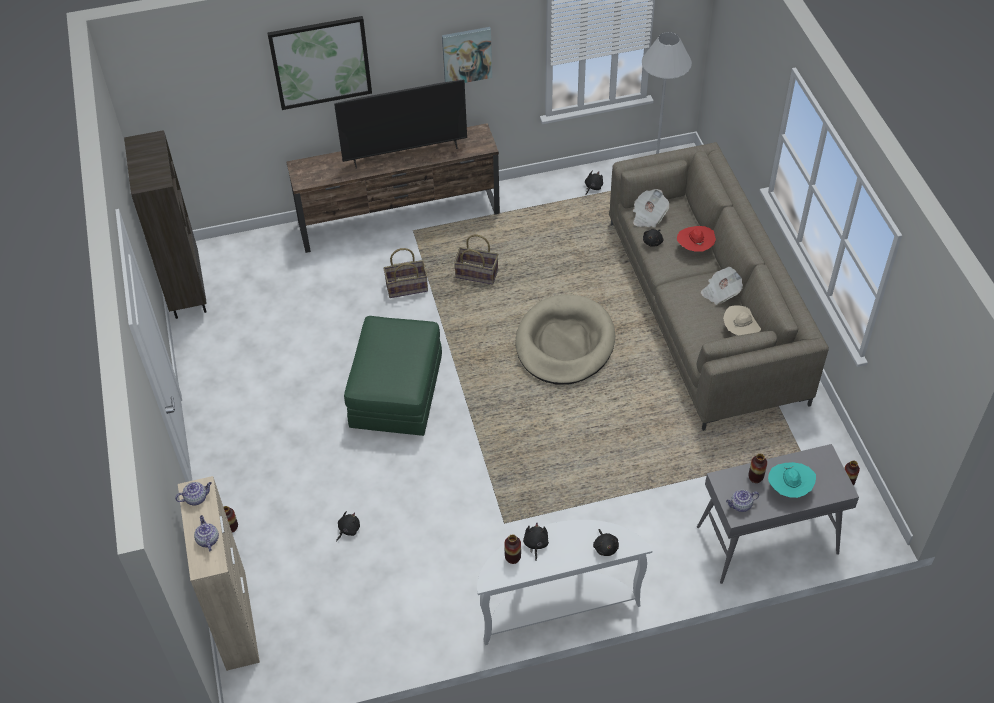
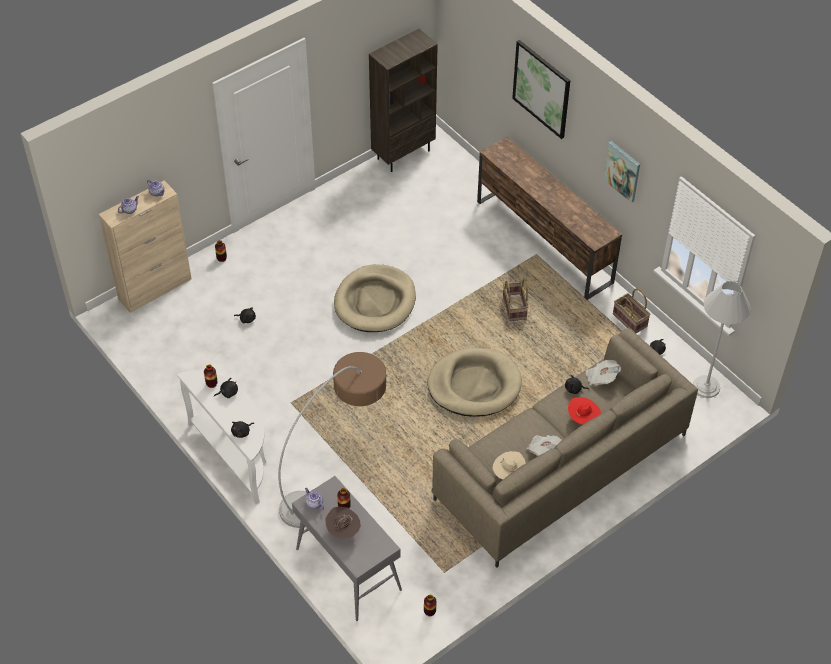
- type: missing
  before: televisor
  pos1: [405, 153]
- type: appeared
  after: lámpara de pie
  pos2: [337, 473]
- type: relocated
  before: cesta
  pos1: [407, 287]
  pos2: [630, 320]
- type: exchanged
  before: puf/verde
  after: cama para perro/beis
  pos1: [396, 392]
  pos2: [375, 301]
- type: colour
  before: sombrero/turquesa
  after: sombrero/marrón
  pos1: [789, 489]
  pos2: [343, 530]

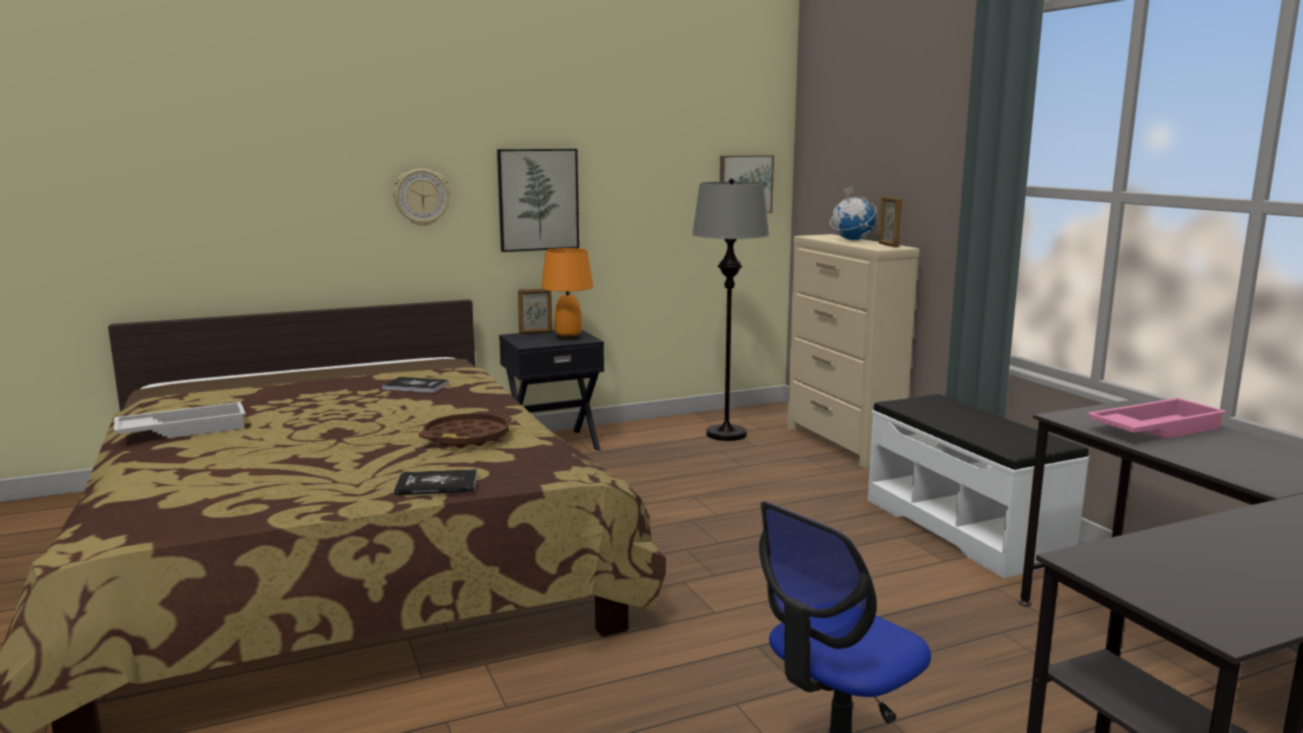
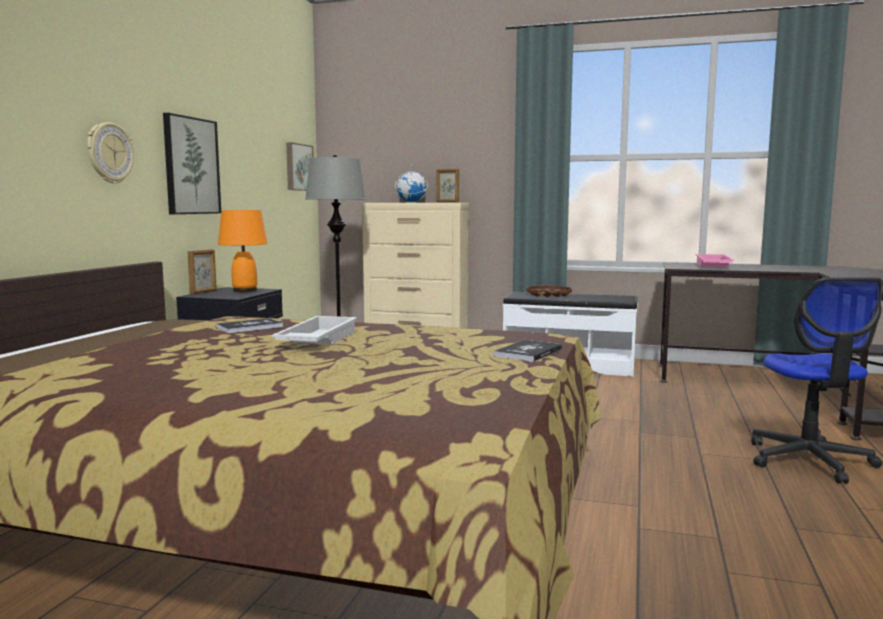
- type: relocated
  before: bandeja/blanco
  pos1: [183, 429]
  pos2: [316, 340]
- type: relocated
  before: bandeja/marrón
  pos1: [467, 438]
  pos2: [549, 295]

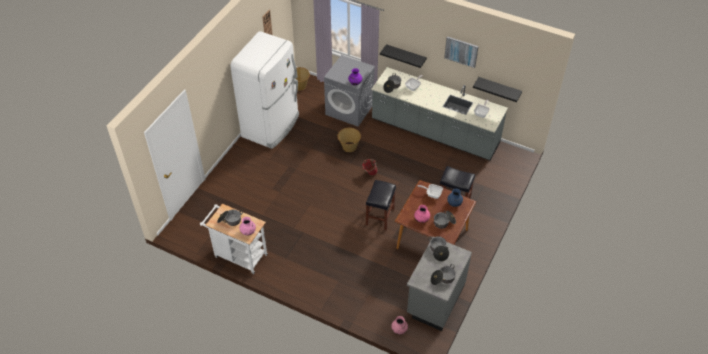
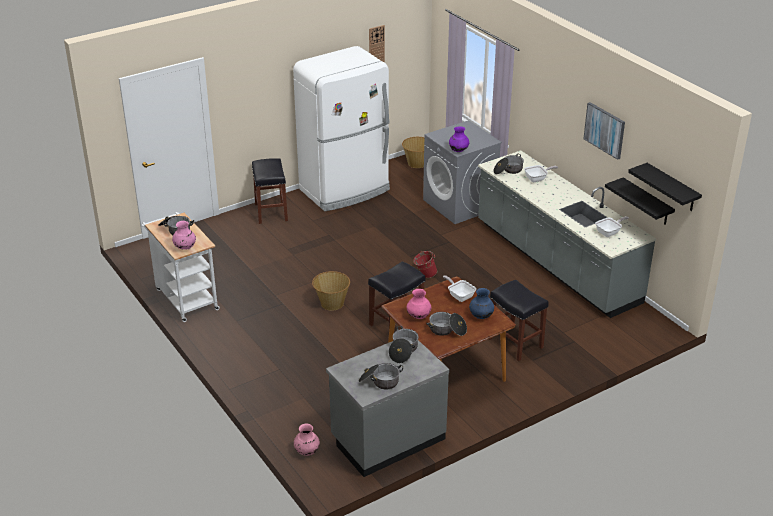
- type: appeared
  after: taburete/negro
  pos2: [271, 212]
- type: relocated
  before: cesta
  pos1: [349, 147]
  pos2: [331, 303]
- type: relocated
  before: estante/negro
  pos1: [406, 55]
  pos2: [672, 188]

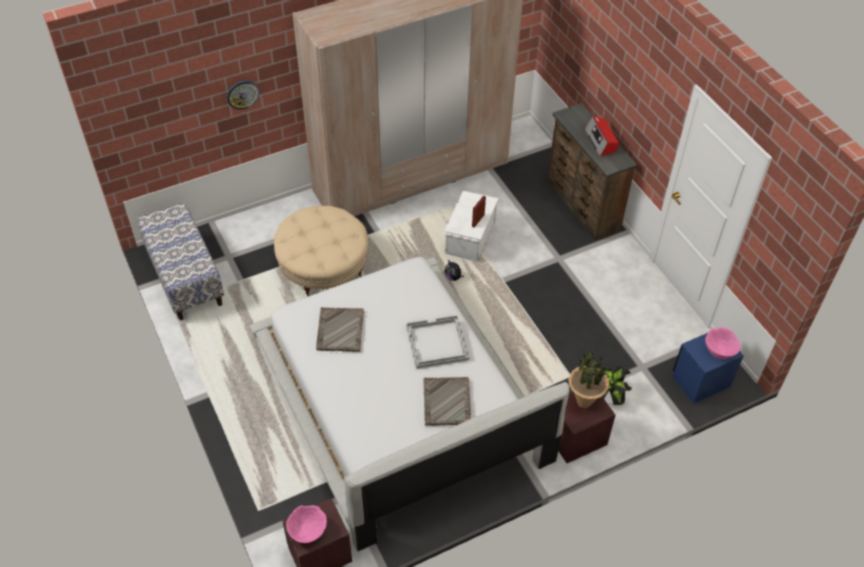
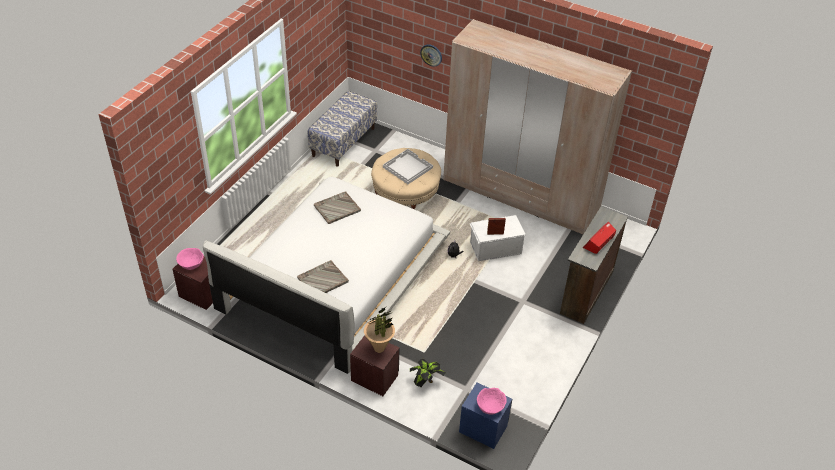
- type: relocated
  before: bandeja/blanco
  pos1: [436, 343]
  pos2: [407, 167]

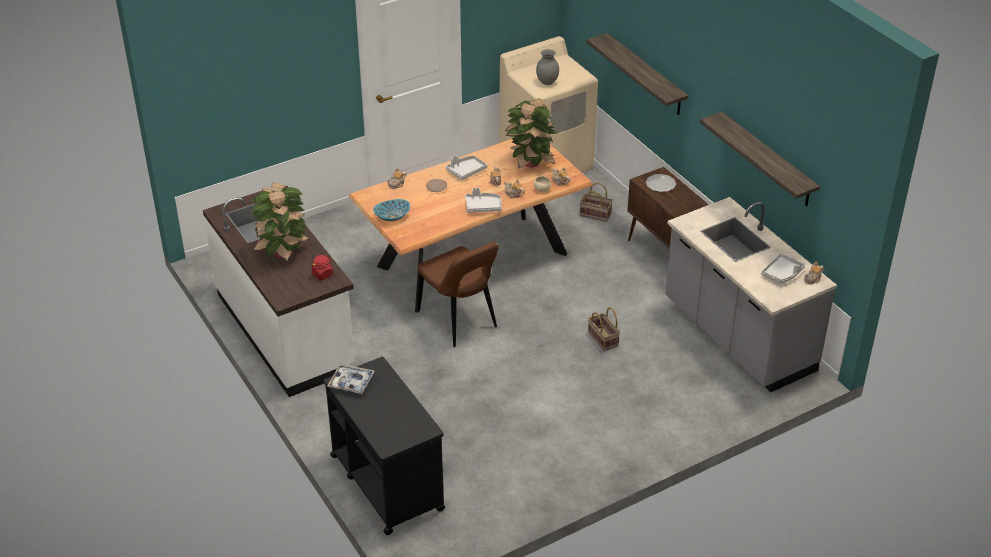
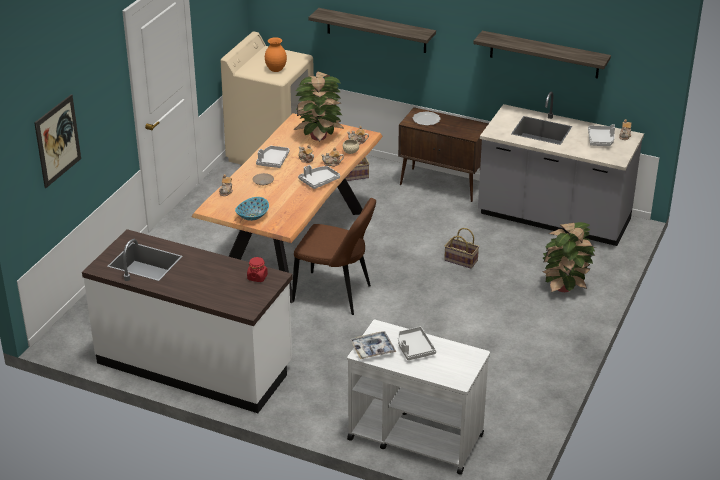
- type: appeared
  after: cuadro
  pos2: [57, 141]
- type: appeared
  after: bandeja/gris
  pos2: [414, 348]
- type: relocated
  before: planta en maceta
  pos1: [282, 254]
  pos2: [565, 288]
- type: colour
  before: carrito/negro
  after: carrito/blanco
  pos1: [386, 481]
  pos2: [414, 437]
- type: colour
  before: florero/gris
  after: florero/naranja
  pos1: [547, 82]
  pos2: [275, 70]

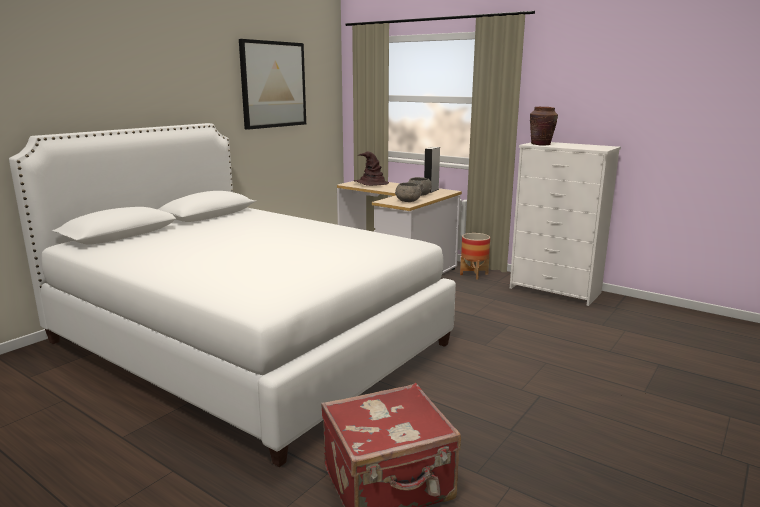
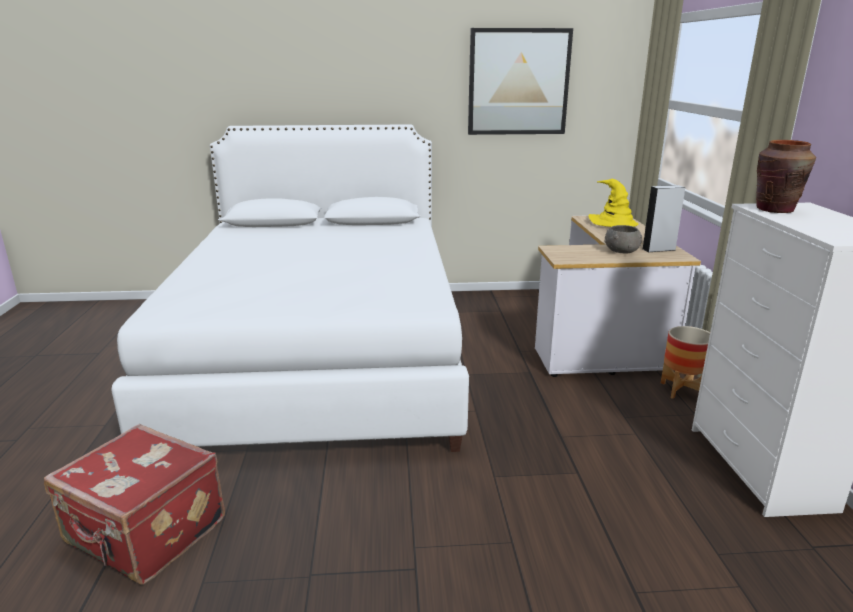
- type: missing
  before: cuenco/gris
  pos1: [408, 201]
- type: colour
  before: sombrero/marrón
  after: sombrero/amarillo
  pos1: [371, 183]
  pos2: [613, 223]

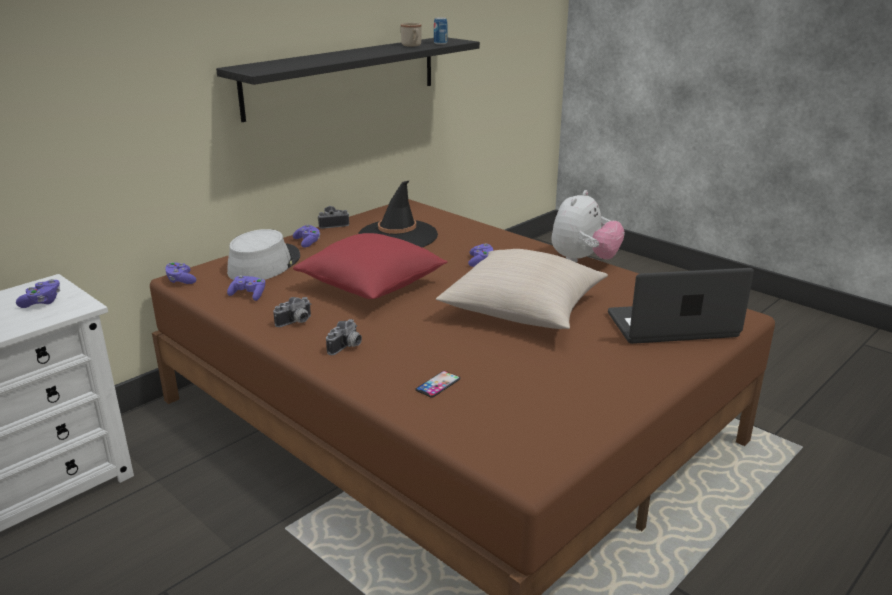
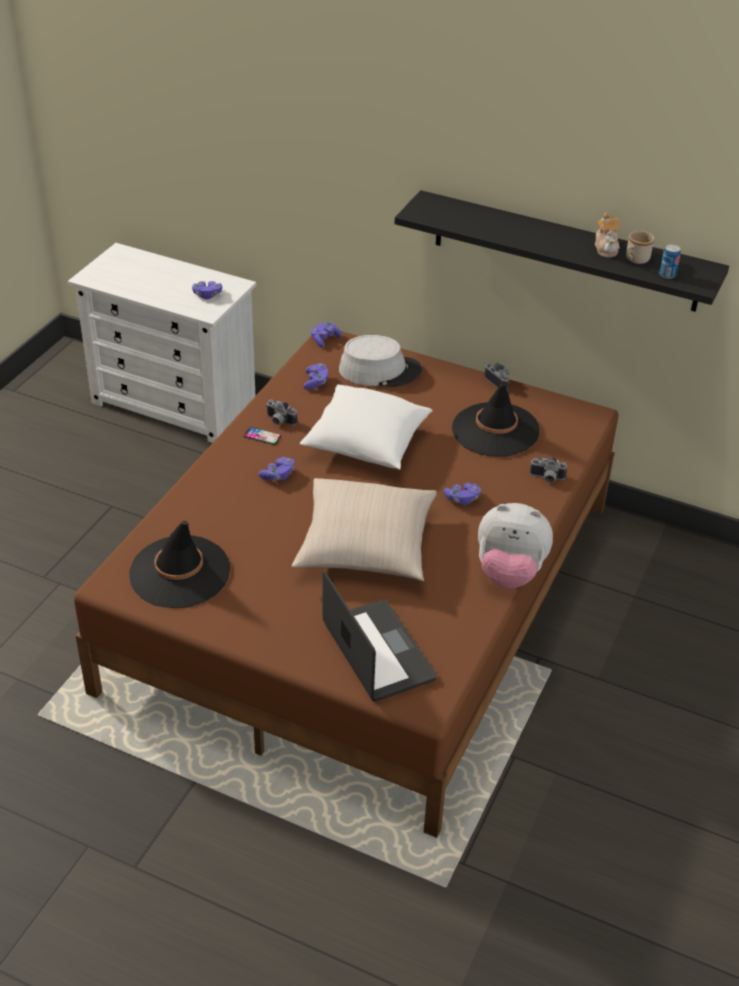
- type: appeared
  after: sombrero/negro
  pos2: [180, 572]
- type: appeared
  after: tetera
  pos2: [606, 248]
- type: relocated
  before: mando de consola/morado
  pos1: [308, 242]
  pos2: [278, 475]
- type: relocated
  before: cámara
  pos1: [347, 347]
  pos2: [546, 478]
- type: relocated
  before: móvil
  pos1: [438, 384]
  pos2: [262, 436]
- type: colour
  before: cojín/rojo
  after: cojín/blanco
  pos1: [372, 287]
  pos2: [366, 444]

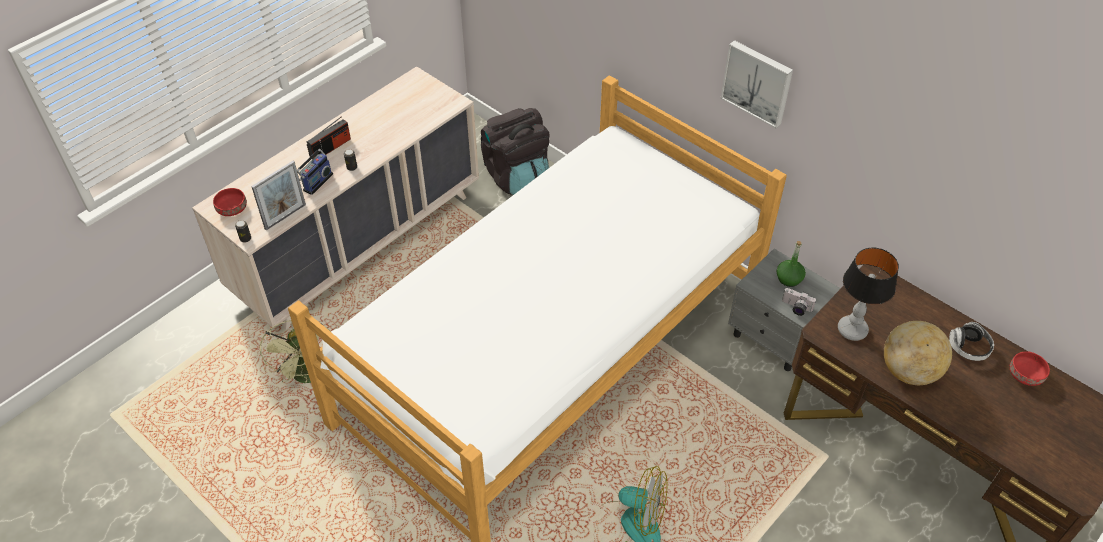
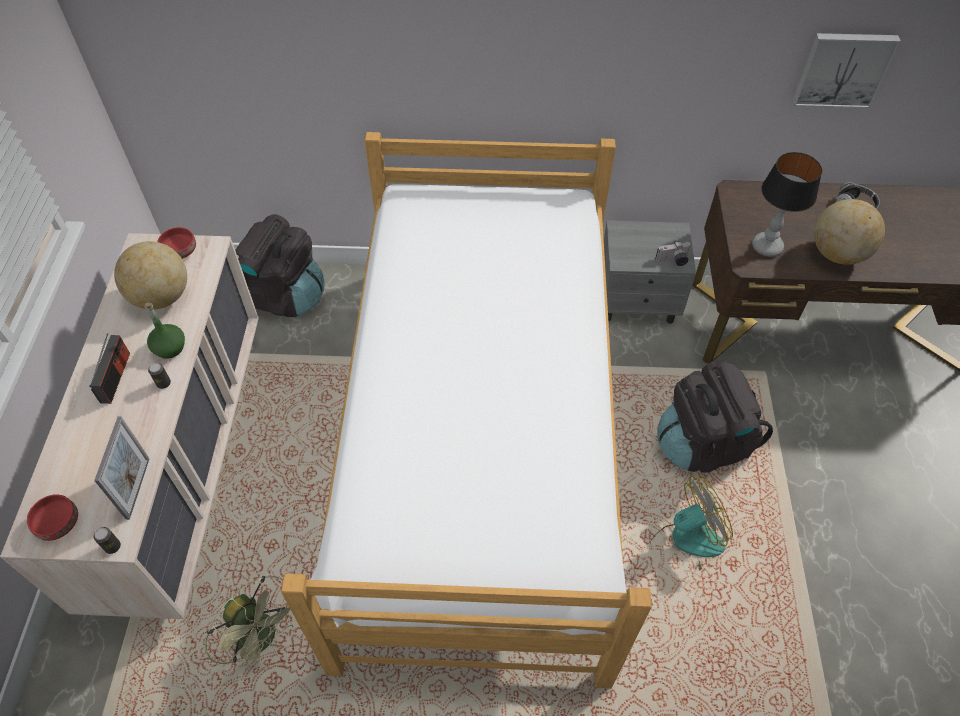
- type: missing
  before: radio
  pos1: [316, 182]
- type: appeared
  after: globo terráqueo
  pos2: [161, 297]
- type: appeared
  after: mochila/negro
  pos2: [702, 443]
- type: relocated
  before: cuadro
  pos1: [757, 82]
  pos2: [843, 69]
- type: relocated
  before: botella/verde
  pos1: [789, 278]
  pos2: [170, 347]
- type: relocated
  before: cuenco/rojo
  pos1: [1026, 374]
  pos2: [180, 250]

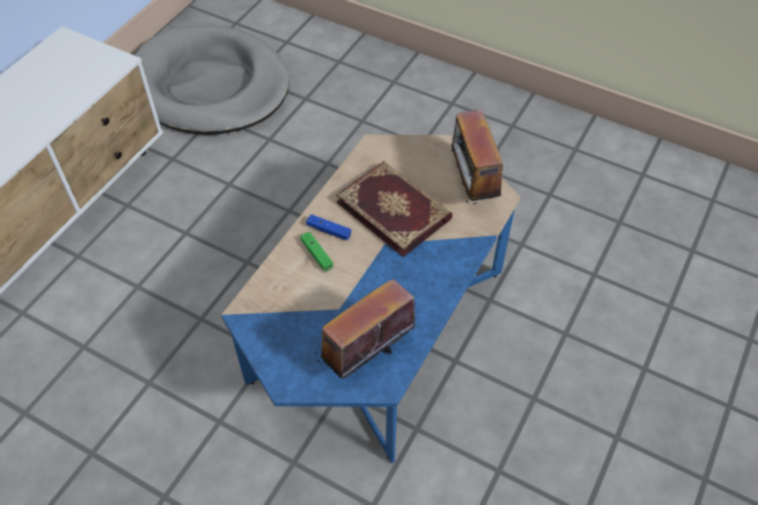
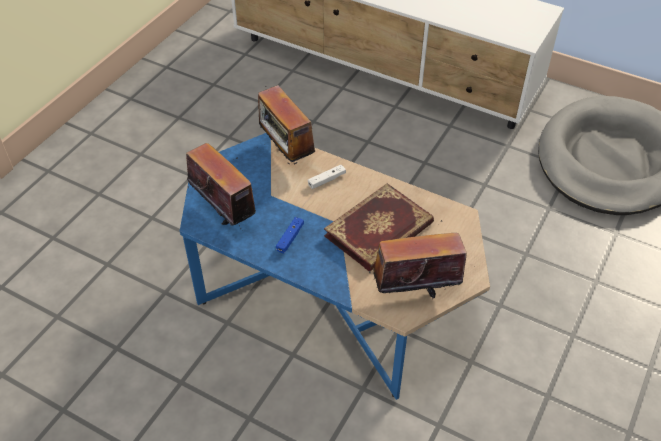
- type: appeared
  after: radio
  pos2: [286, 154]
- type: relocated
  before: mando de consola/azul
  pos1: [329, 231]
  pos2: [290, 238]
- type: colour
  before: mando de consola/verde
  after: mando de consola/blanco
  pos1: [317, 255]
  pos2: [327, 180]

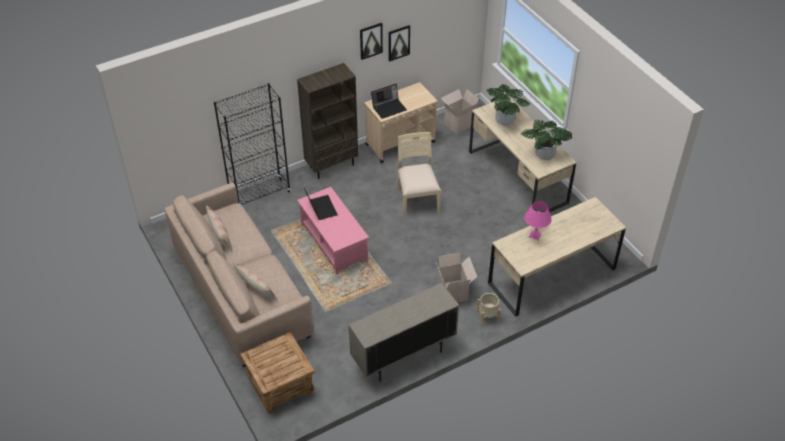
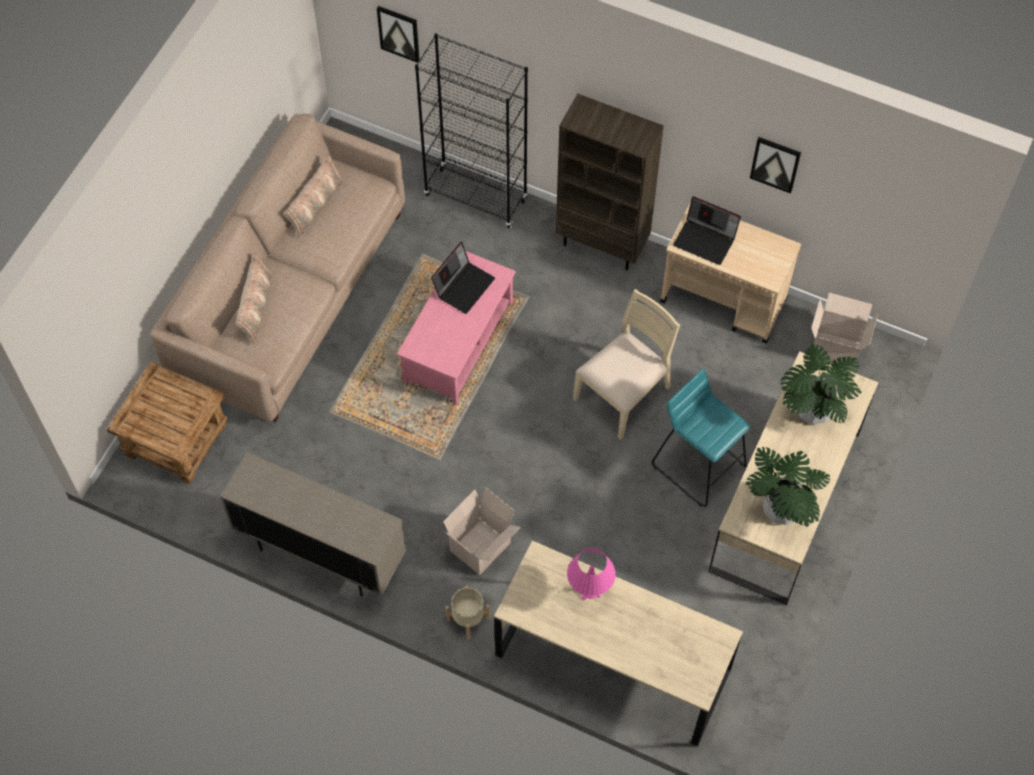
- type: appeared
  after: taburete/turquesa
  pos2: [698, 464]
- type: relocated
  before: cuadro
  pos1: [370, 40]
  pos2: [399, 33]

